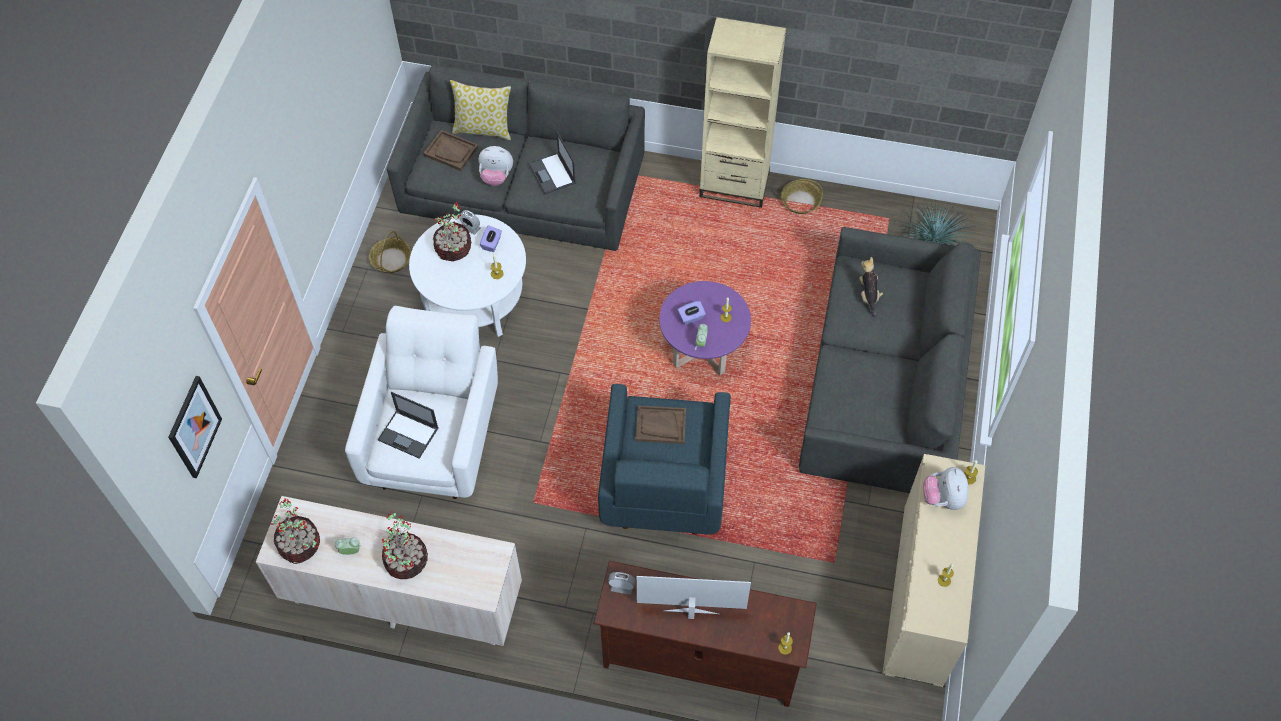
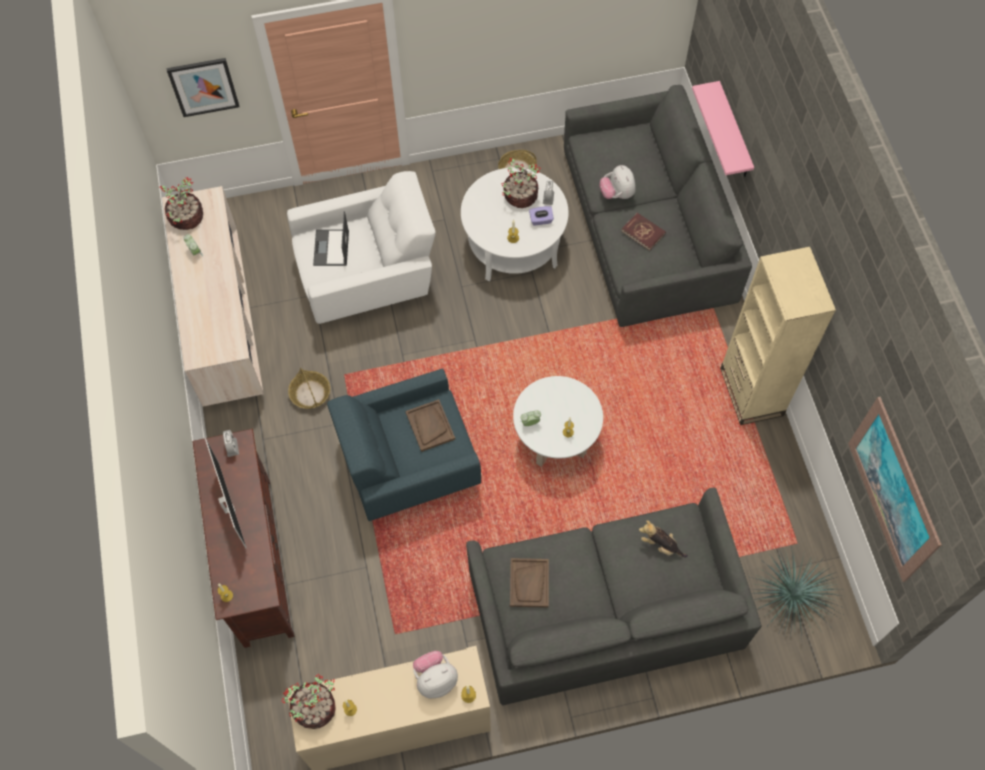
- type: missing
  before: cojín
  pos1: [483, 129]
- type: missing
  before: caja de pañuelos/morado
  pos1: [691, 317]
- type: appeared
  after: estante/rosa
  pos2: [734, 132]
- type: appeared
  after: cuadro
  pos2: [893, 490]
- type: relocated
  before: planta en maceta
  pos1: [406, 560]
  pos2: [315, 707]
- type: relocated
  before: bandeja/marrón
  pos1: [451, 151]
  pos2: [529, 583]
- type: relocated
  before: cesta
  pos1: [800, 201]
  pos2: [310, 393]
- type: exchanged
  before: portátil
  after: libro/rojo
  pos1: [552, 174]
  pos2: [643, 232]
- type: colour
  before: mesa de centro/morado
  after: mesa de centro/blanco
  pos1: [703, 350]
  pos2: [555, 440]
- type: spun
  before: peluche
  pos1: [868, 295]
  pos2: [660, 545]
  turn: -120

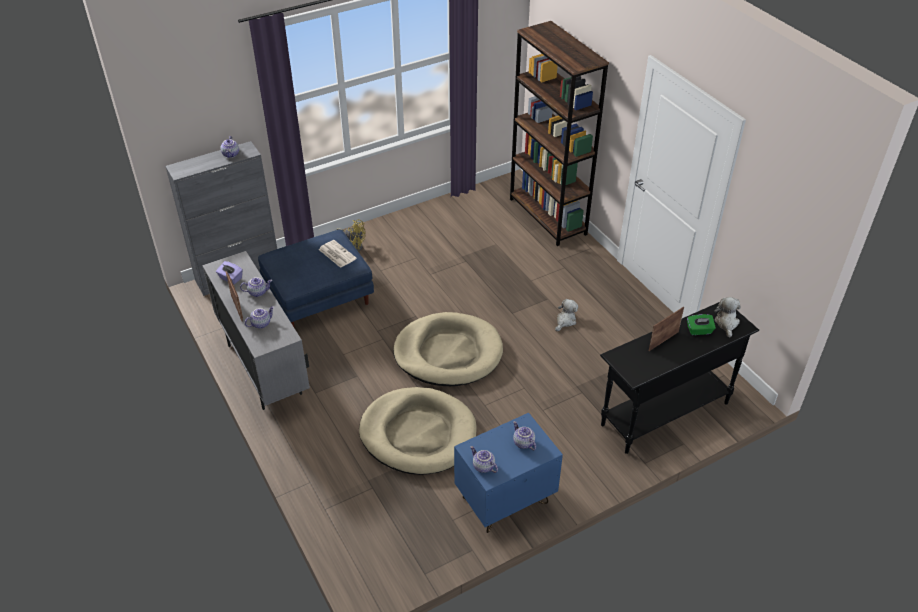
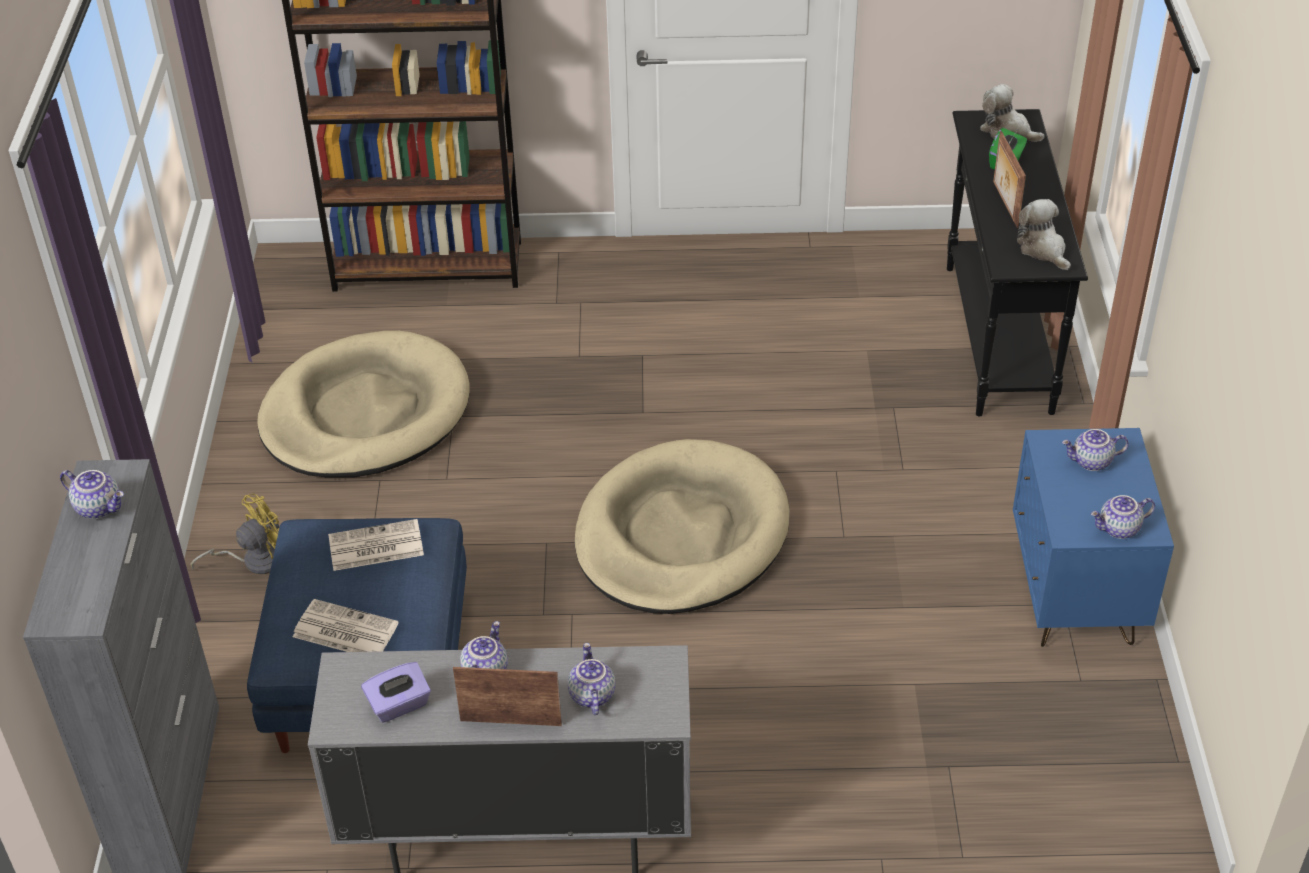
- type: appeared
  after: periódico
  pos2: [344, 631]
- type: relocated
  before: cama para perro/beis
  pos1: [418, 434]
  pos2: [365, 413]
- type: relocated
  before: peluche
  pos1: [565, 321]
  pos2: [1043, 249]

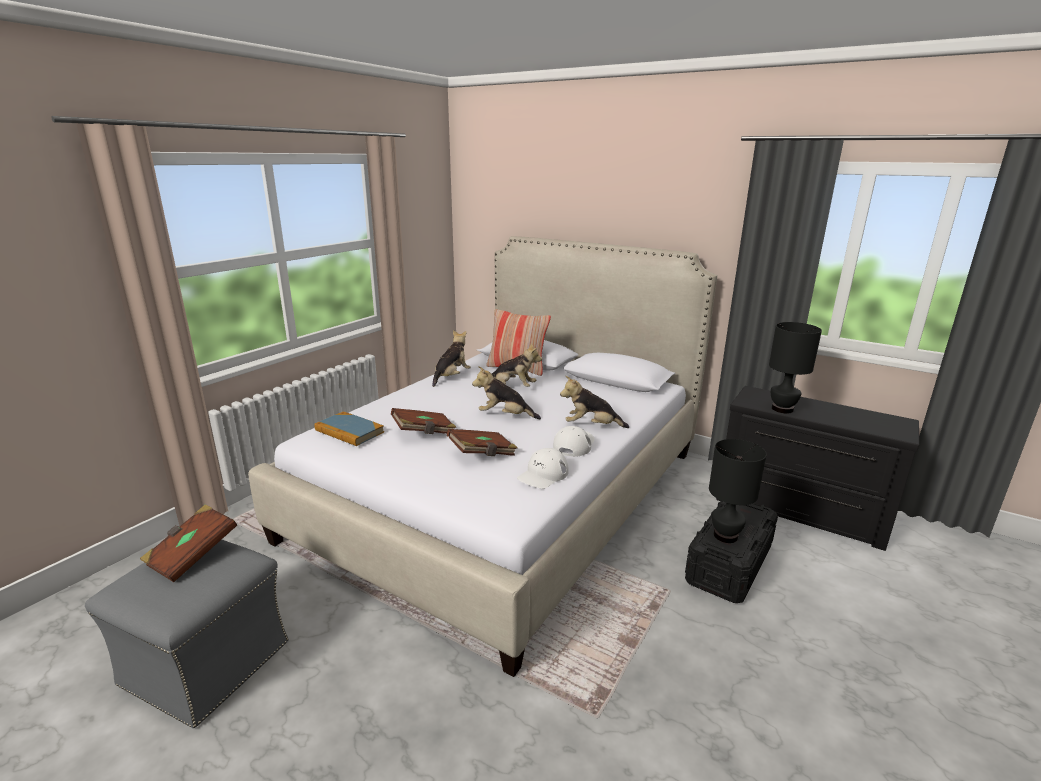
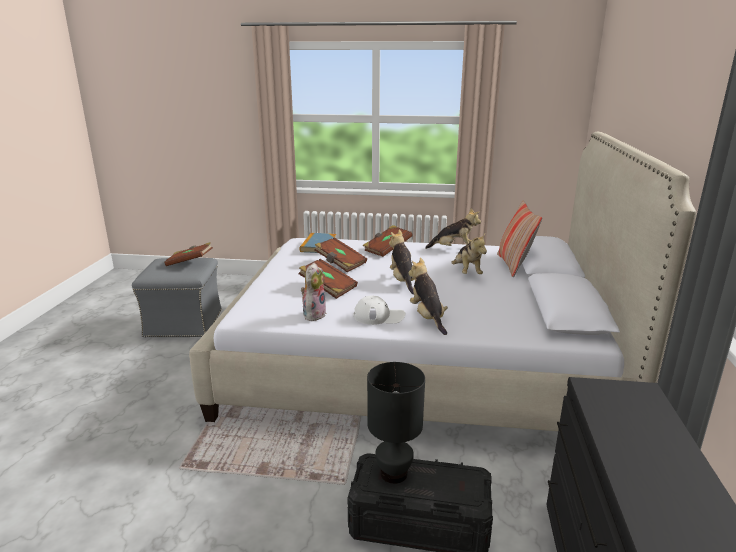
- type: missing
  before: lámpara de mesa/negro
  pos1: [782, 409]
- type: appeared
  after: libro/marrón
  pos2: [387, 249]
- type: exchanged
  before: gorra/blanco
  after: peluche
  pos1: [543, 475]
  pos2: [313, 314]

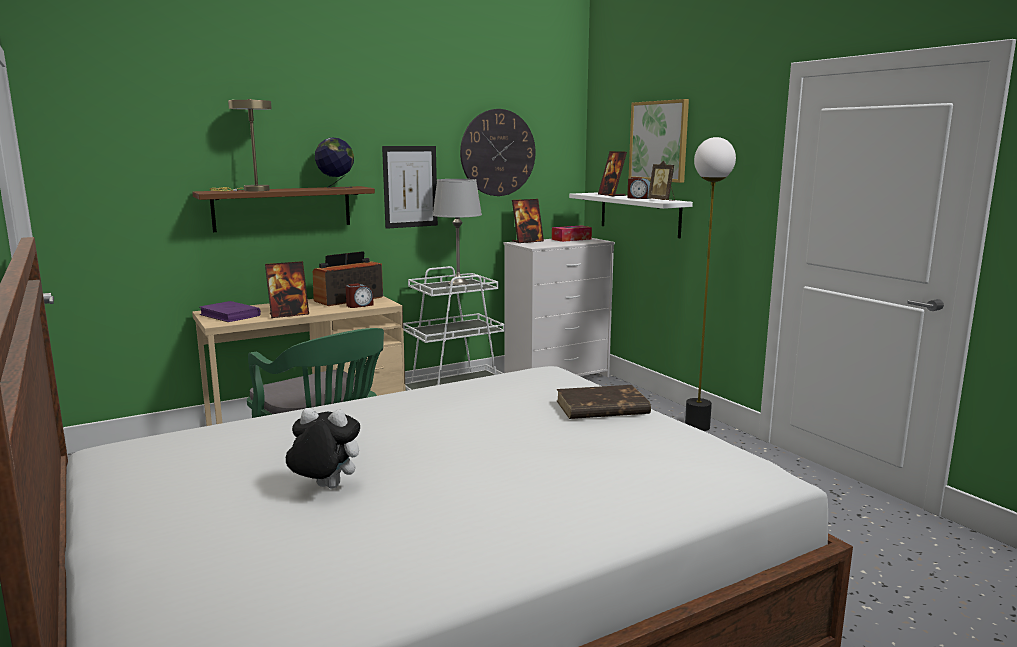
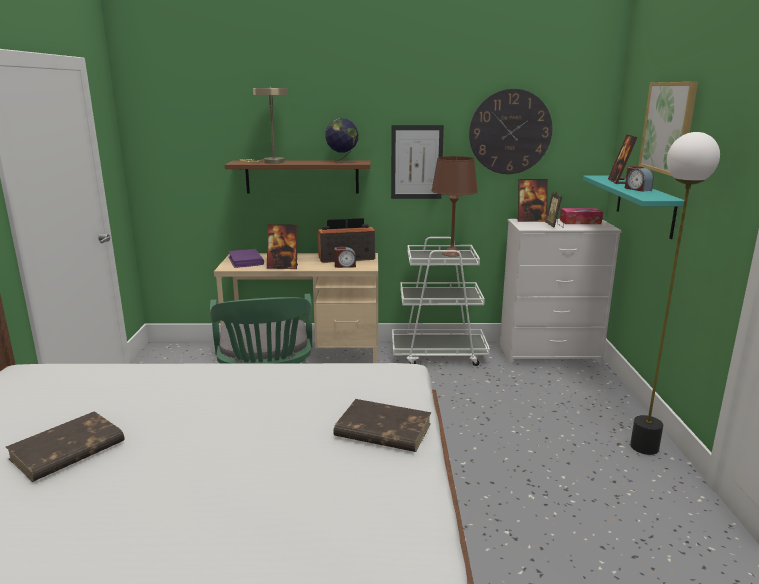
- type: relocated
  before: portarretratos
  pos1: [662, 200]
  pos2: [554, 226]
- type: exchanged
  before: peluche
  after: libro/marrón
  pos1: [324, 488]
  pos2: [67, 451]
- type: colour
  before: lámpara de mesa/gris
  after: lámpara de mesa/marrón
  pos1: [458, 283]
  pos2: [452, 253]
- type: colour
  before: estante/blanco
  after: estante/turquesa
  pos1: [639, 214]
  pos2: [644, 205]

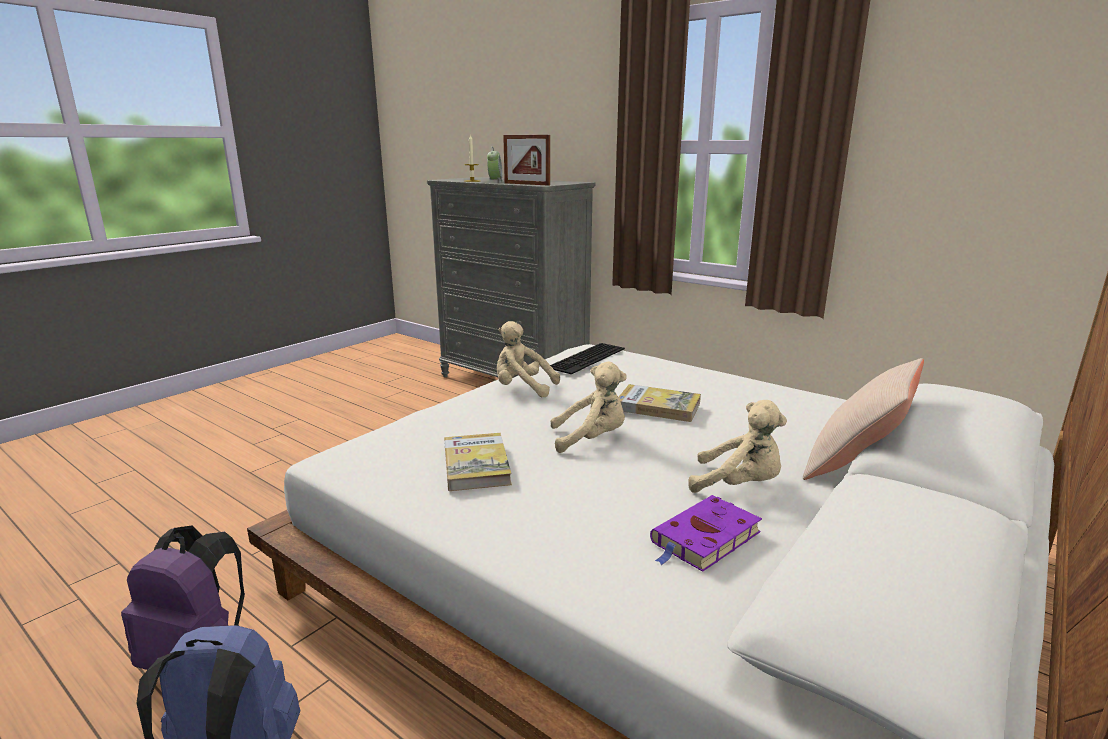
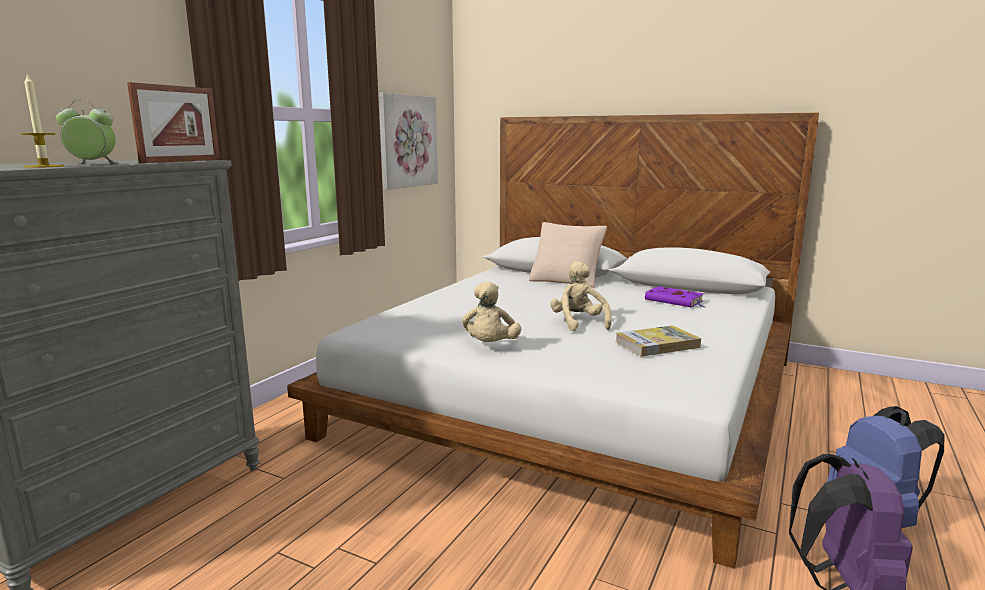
- type: missing
  before: teclado
  pos1: [588, 358]
- type: missing
  before: libro
  pos1: [658, 406]
- type: missing
  before: peluche/beis
  pos1: [738, 485]
- type: appeared
  after: cuadro
  pos2: [407, 141]

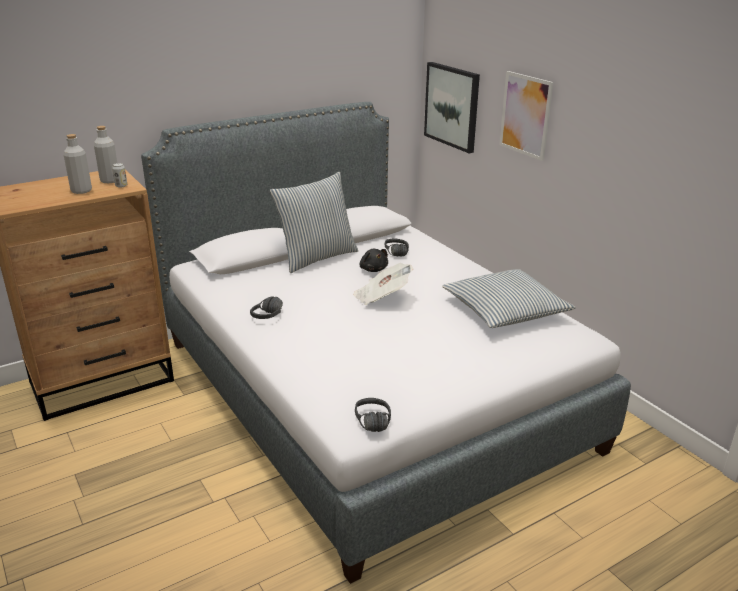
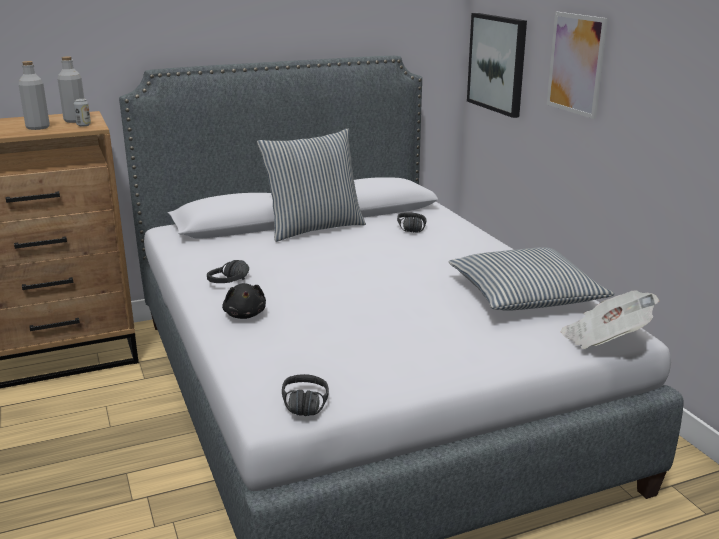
- type: relocated
  before: periódico
  pos1: [382, 297]
  pos2: [605, 339]
- type: relocated
  before: peluche/negro
  pos1: [373, 269]
  pos2: [245, 314]

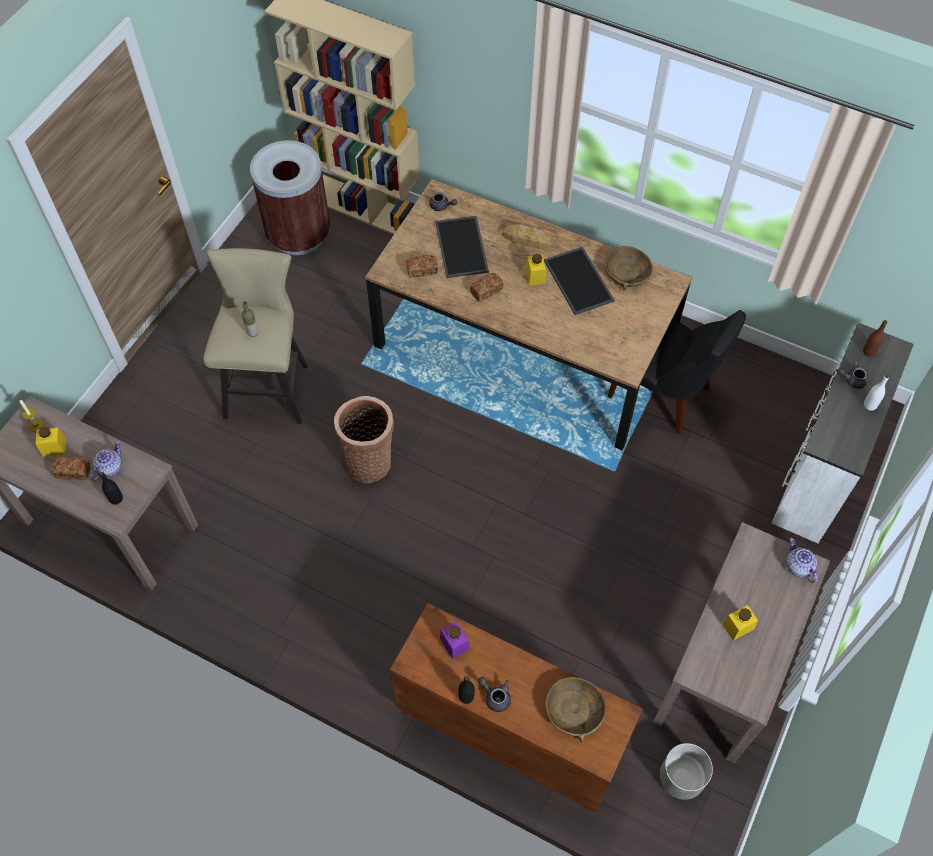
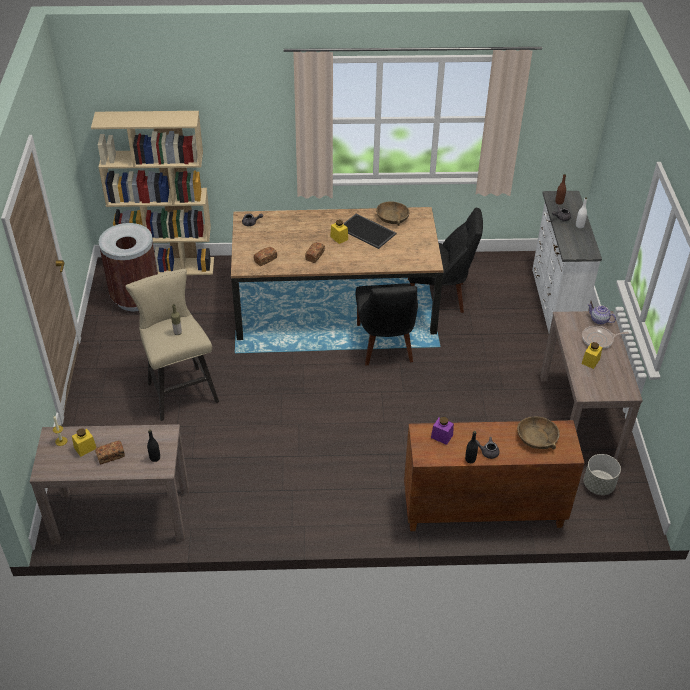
- type: missing
  before: tetera
  pos1: [109, 468]
- type: missing
  before: cesta
  pos1: [369, 460]
- type: missing
  before: bandeja
  pos1: [463, 247]
- type: missing
  before: pan
  pos1: [527, 239]
- type: appeared
  after: silla/negro
  pos2: [385, 345]
- type: appeared
  after: sartén
  pos2: [599, 339]

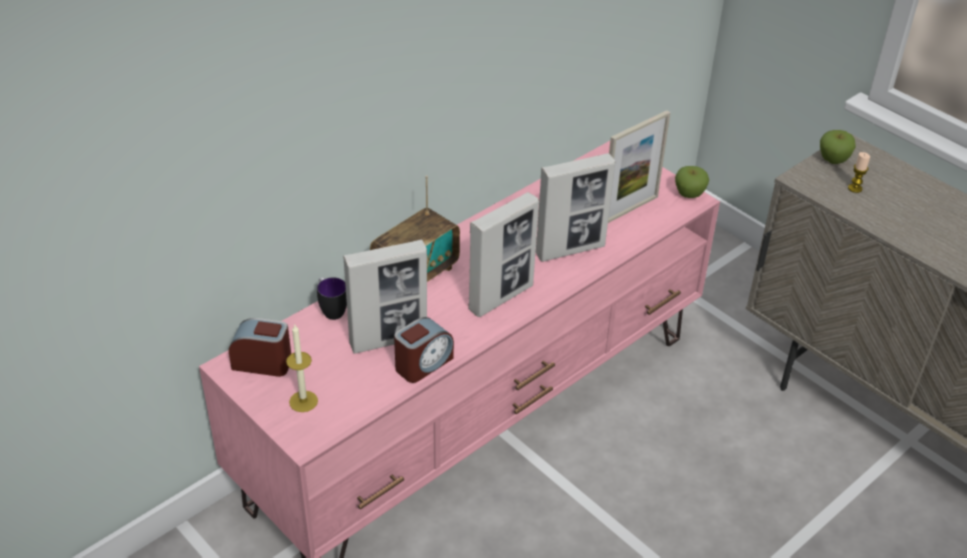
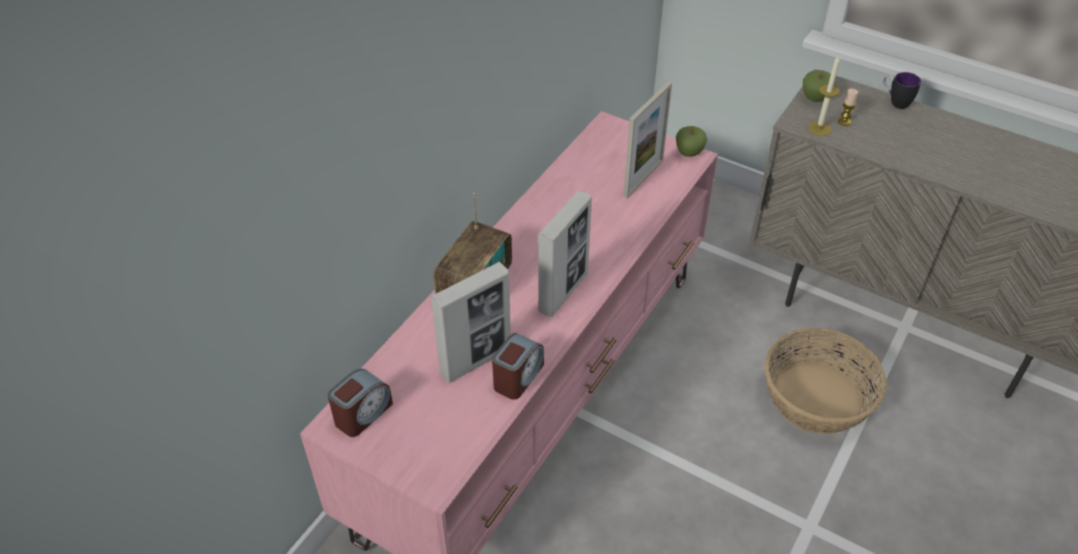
- type: missing
  before: portarretratos
  pos1: [570, 250]
- type: appeared
  after: cesta
  pos2: [816, 397]
- type: relocated
  before: vela
  pos1: [303, 401]
  pos2: [819, 128]
- type: relocated
  before: taza grande
  pos1: [331, 310]
  pos2: [895, 102]
- type: spun
  before: despertador
  pos1: [263, 362]
  pos2: [363, 414]
  turn: 135

